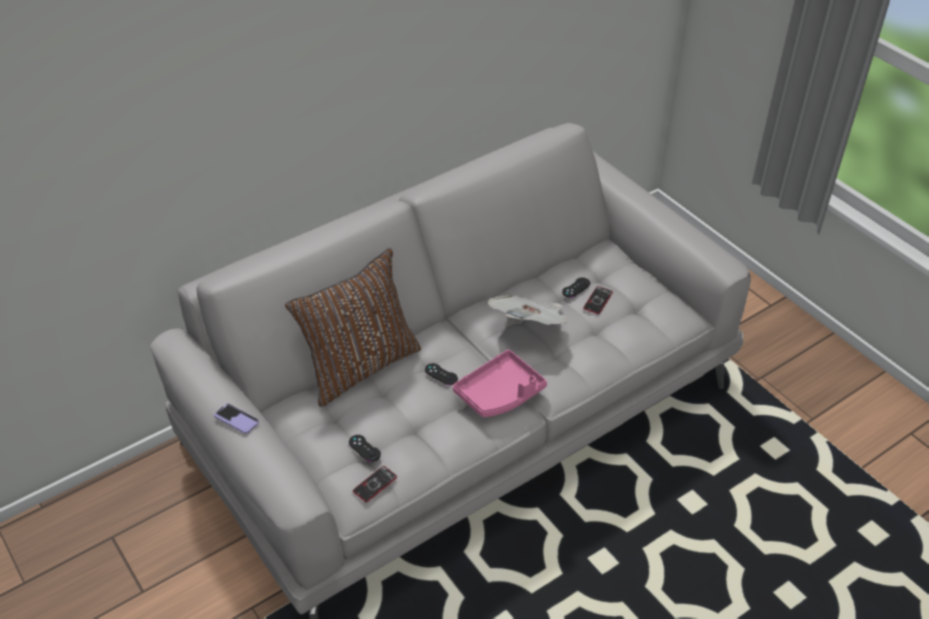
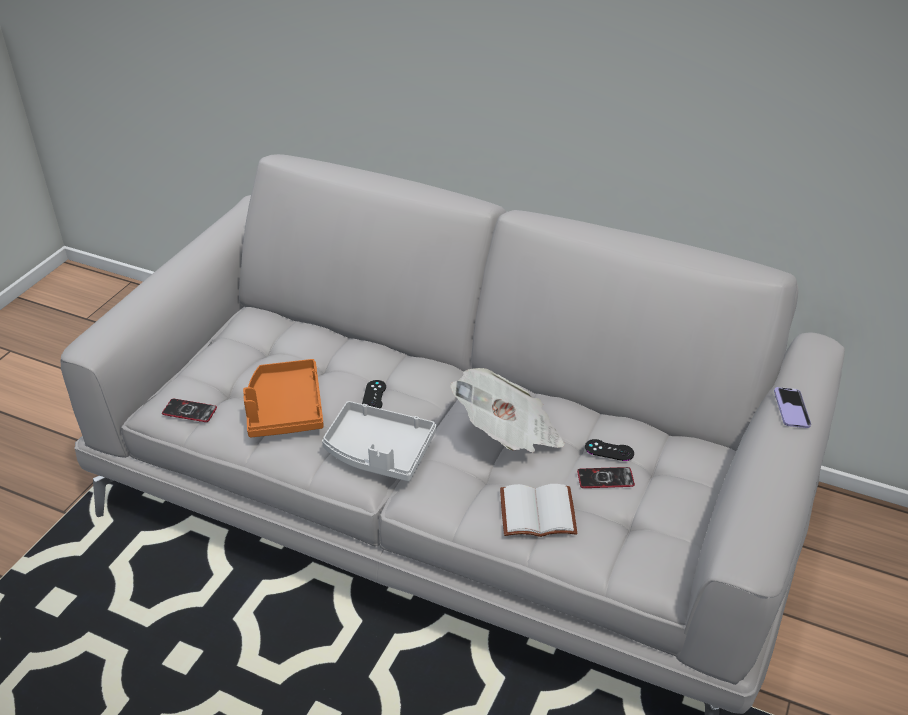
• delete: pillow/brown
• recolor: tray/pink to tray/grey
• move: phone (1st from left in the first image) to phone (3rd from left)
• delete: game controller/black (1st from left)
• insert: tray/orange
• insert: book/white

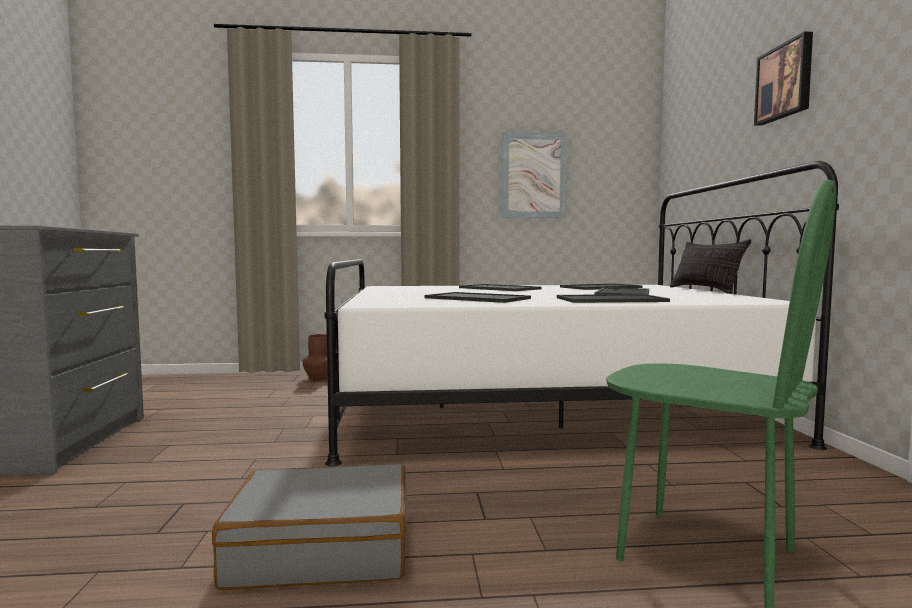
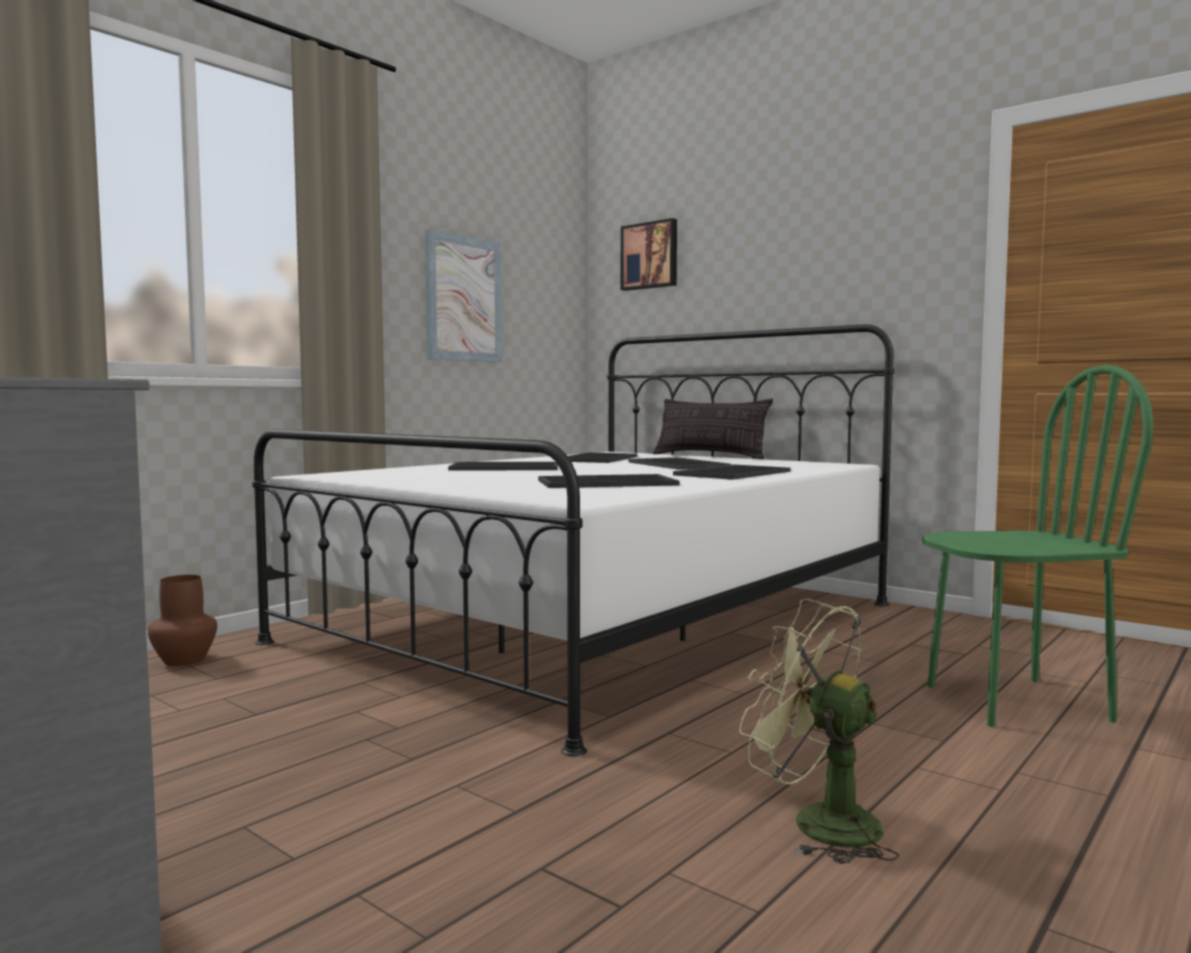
• move: picture (2nd from left)
• replace: suitcase/grey to fan/green

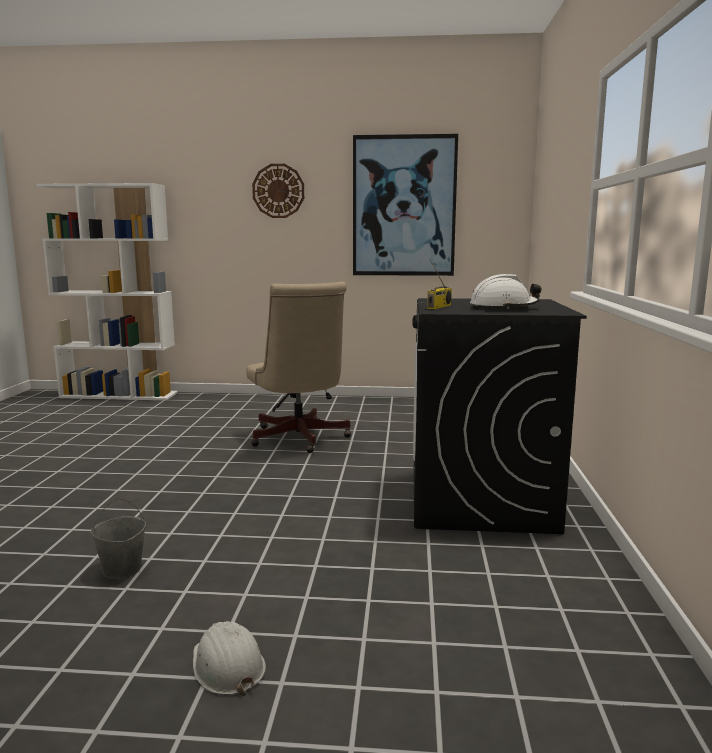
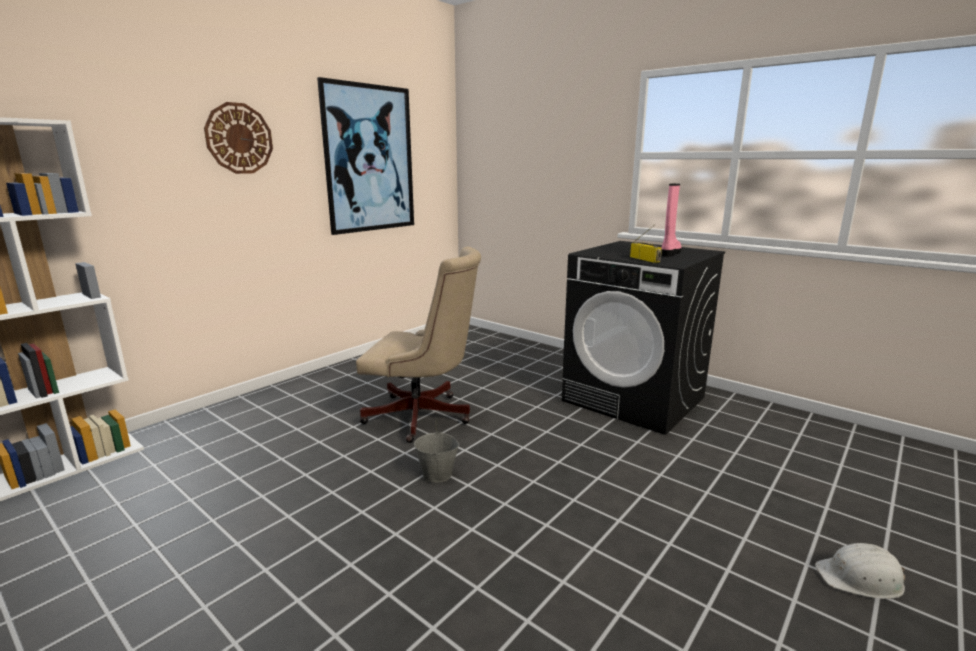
• replace: hard hat/white (2nd from left) to boot/pink
• move: bucket/grey

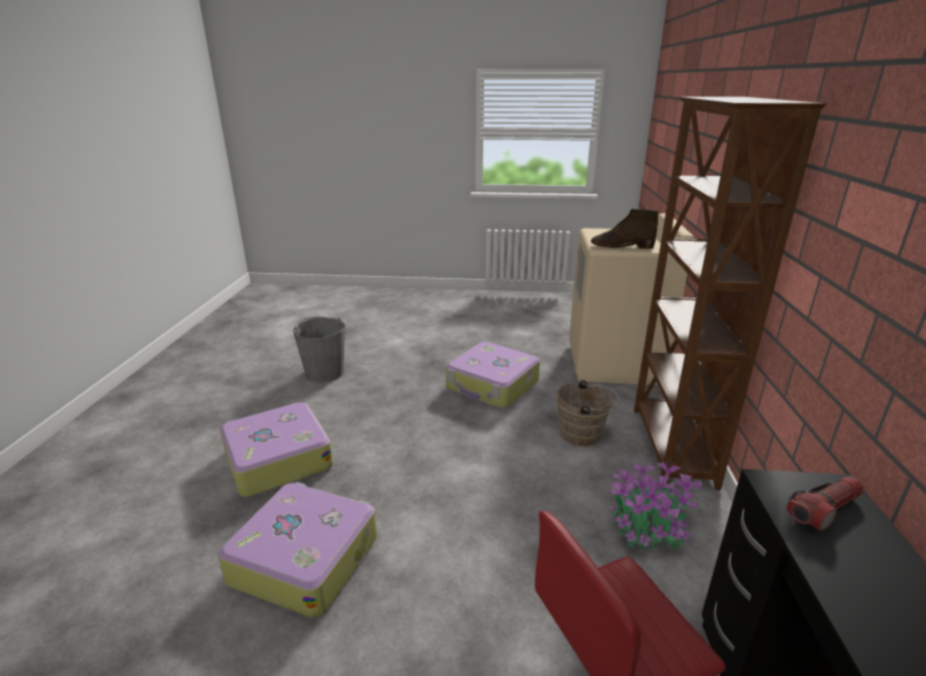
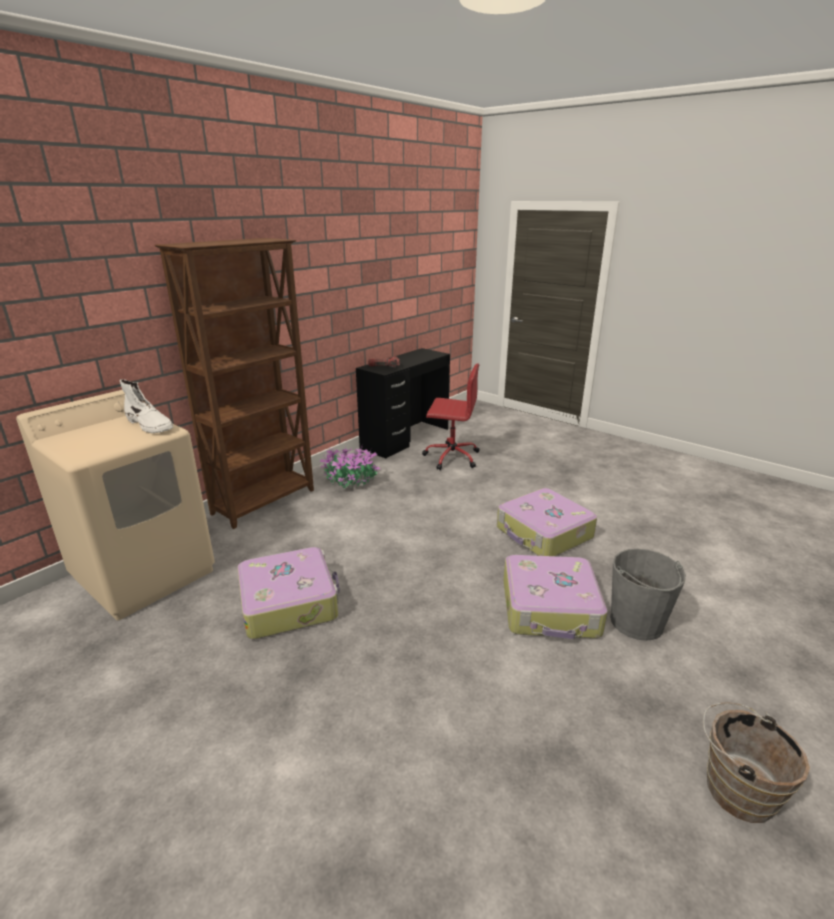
• recolor: boot/brown to boot/white
• move: bucket/grey
• move: bucket/brown

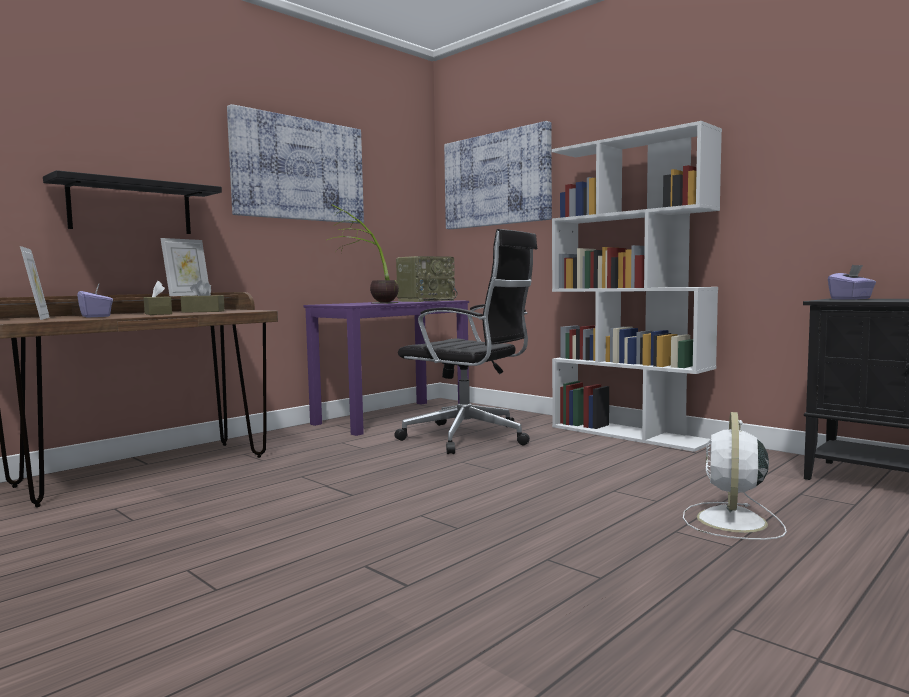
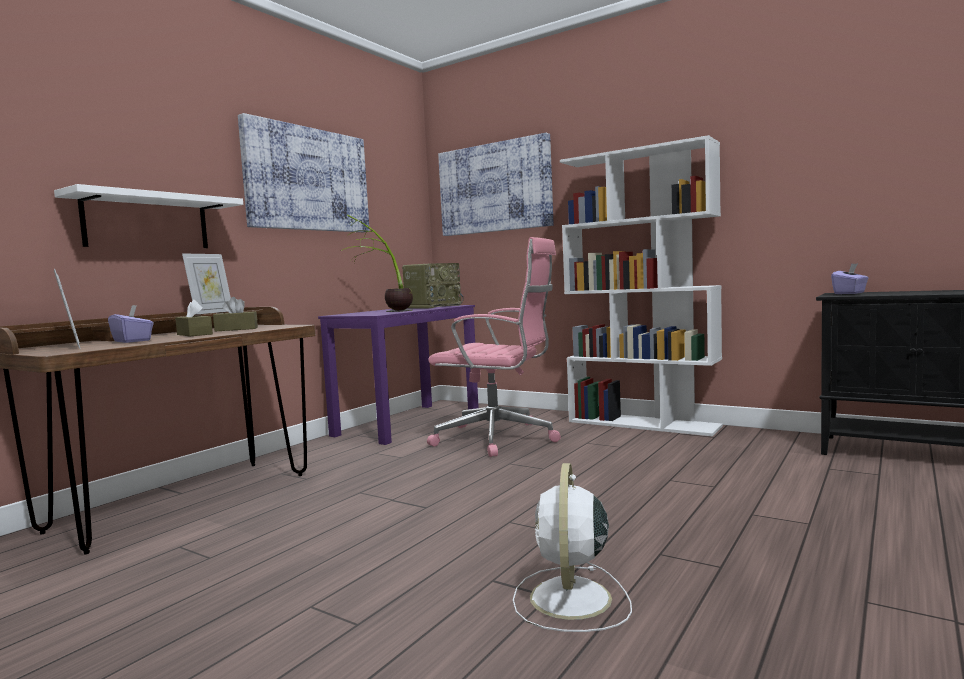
• recolor: shelf/black to shelf/white
• recolor: office chair/black to office chair/pink
• move: fan/white

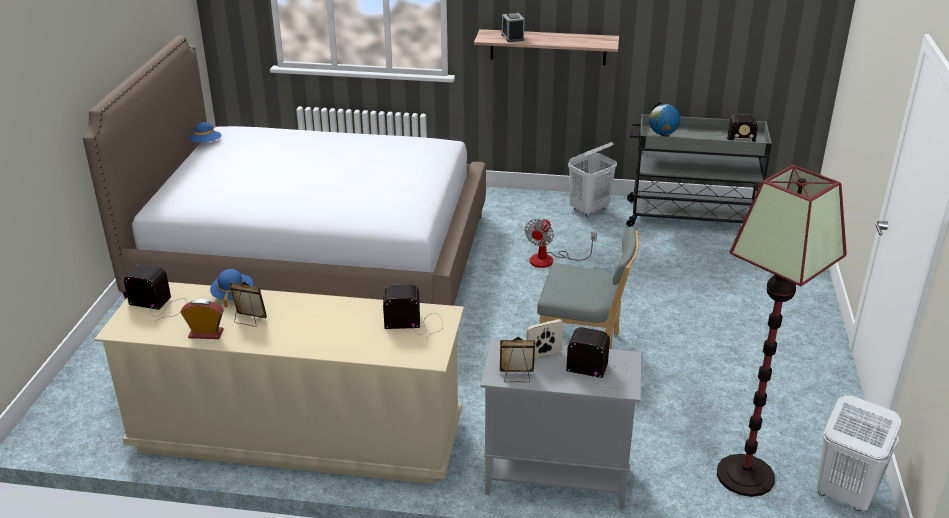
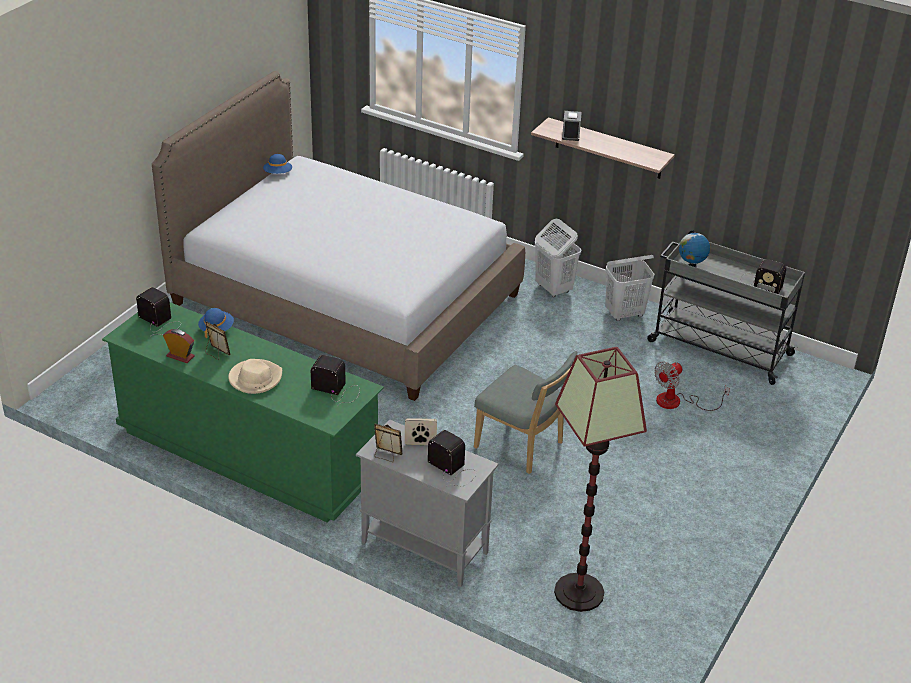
• move: fan
• recolor: dresser/beige to dresser/green
• move: laundry basket/white (2nd from left in the first image) to laundry basket/white (1st from left)
• insert: hat/beige

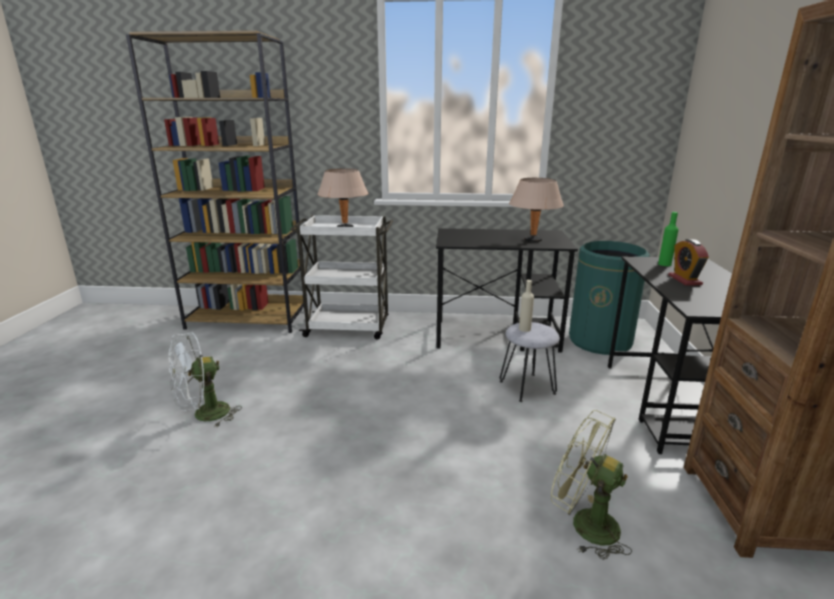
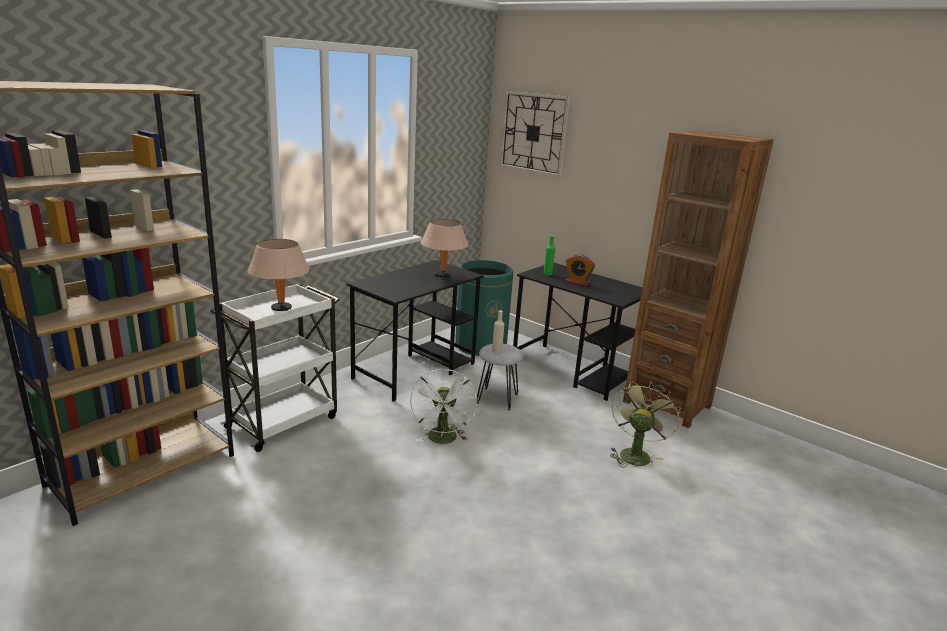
• move: fan/white
• rotate: fan/green 135 degrees clockwise
• insert: wall clock

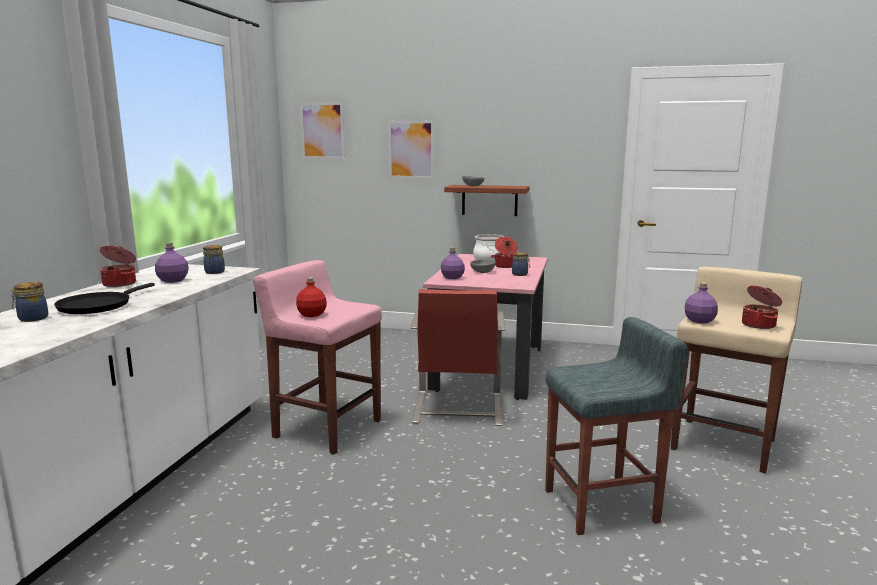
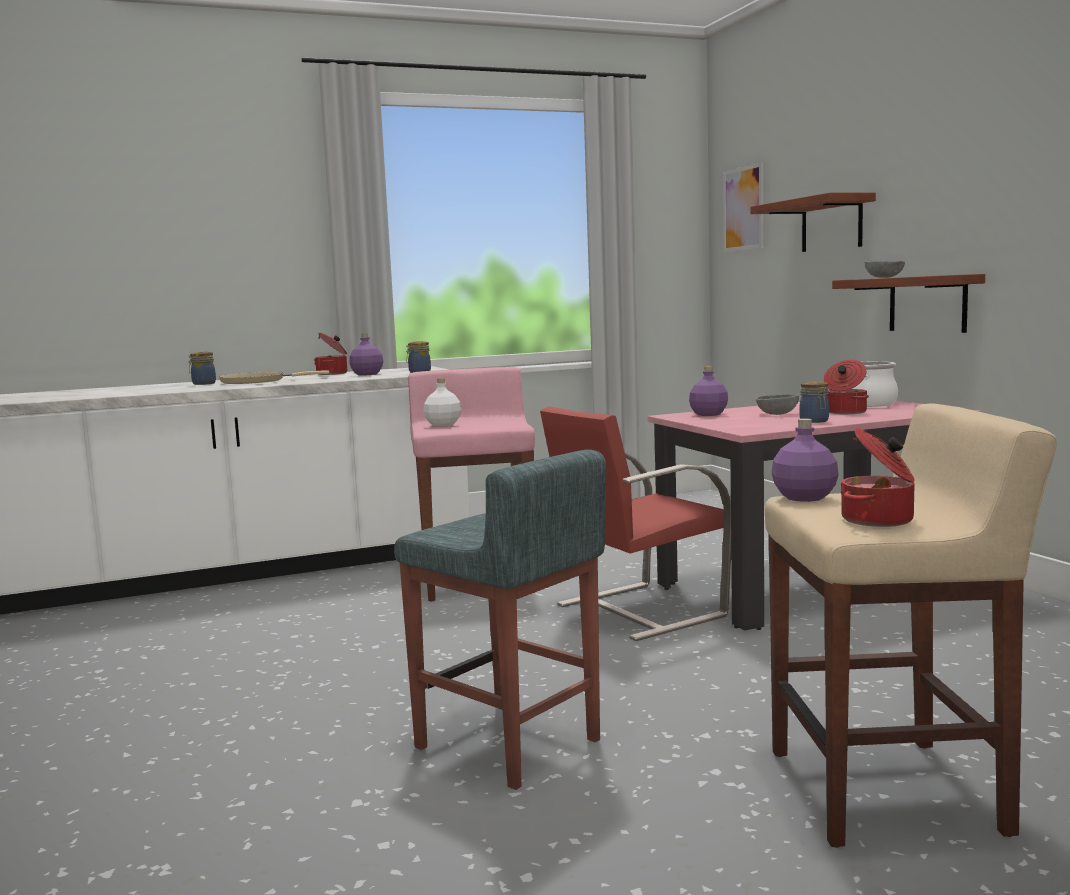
• replace: picture (2nd from left) to shelf (1st from left)
• recolor: bottle/red to bottle/white
• recolor: frying pan/black to frying pan/beige

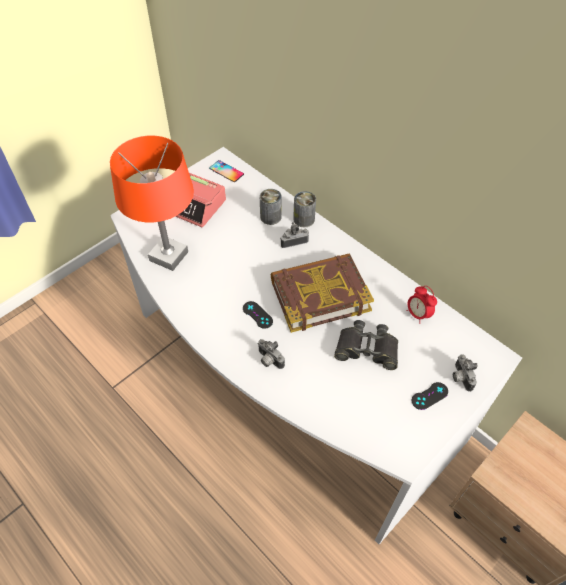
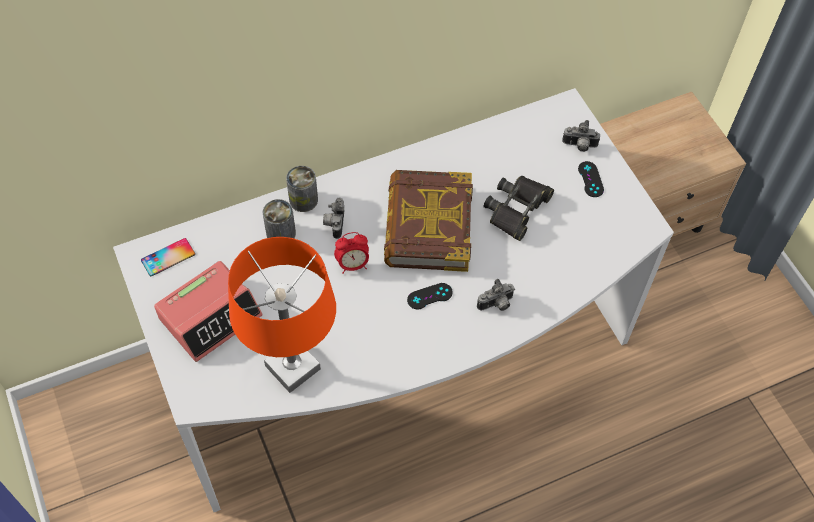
• move: alarm clock (2nd from left)

